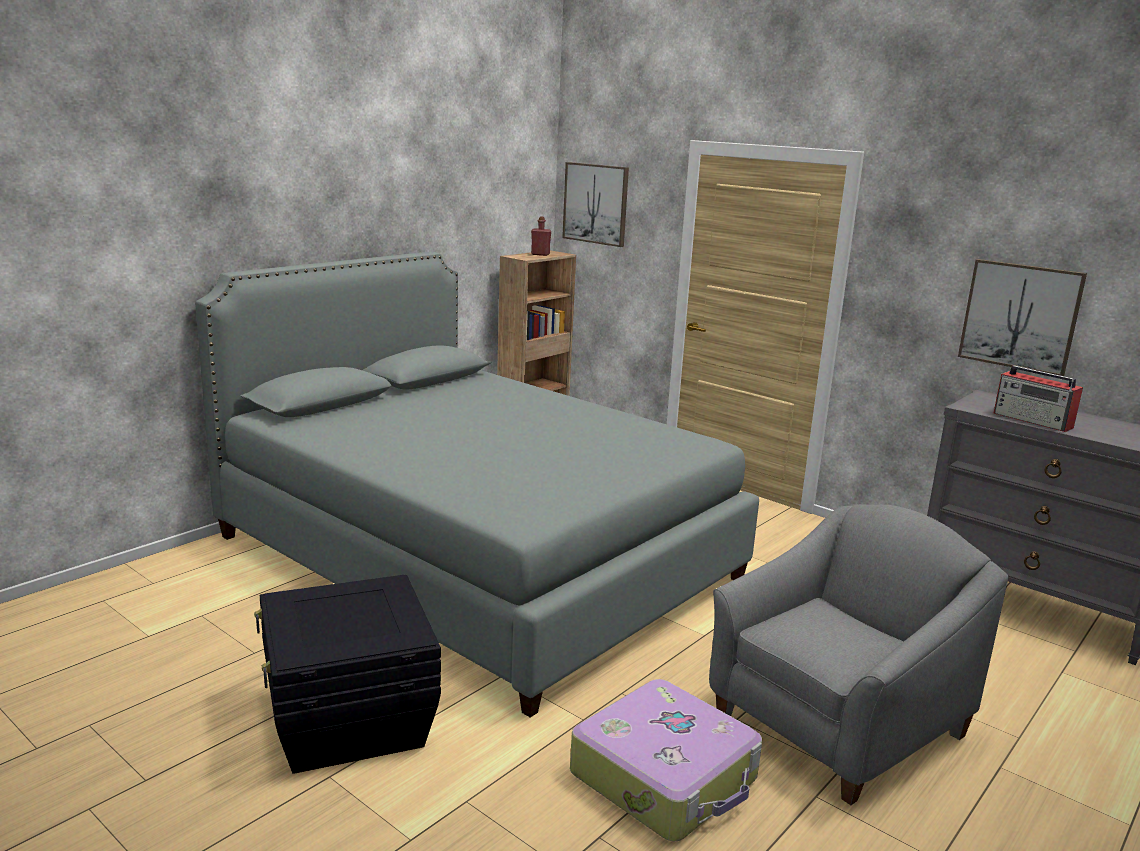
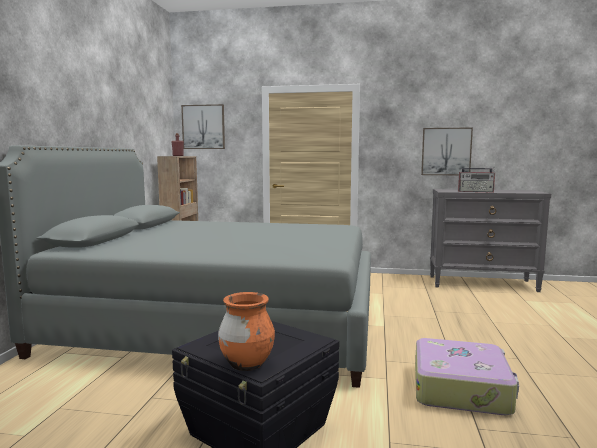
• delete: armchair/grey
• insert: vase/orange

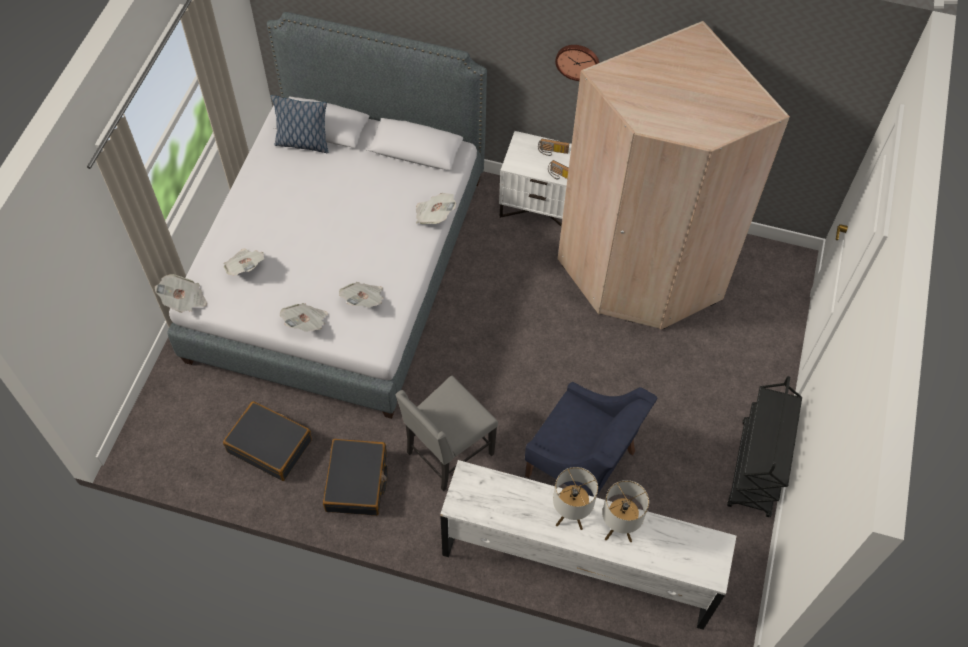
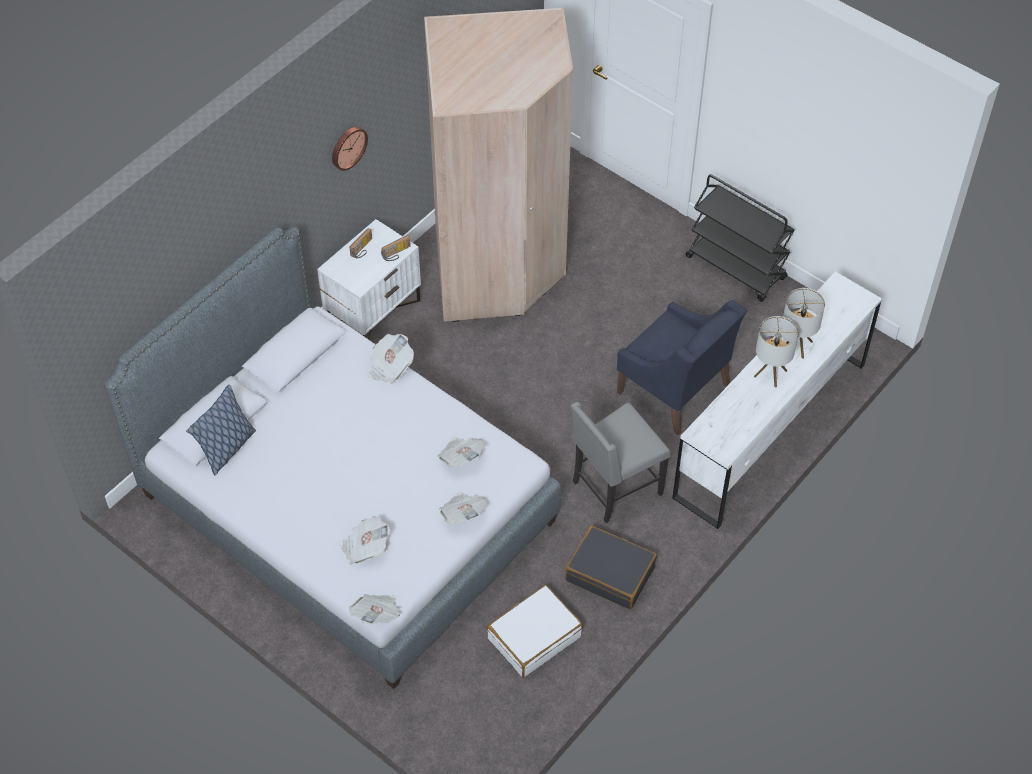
• rotate: chair/grey 75 degrees clockwise
• rotate: armchair/blue 75 degrees clockwise
• recolor: suitcase/black (1st from left) to suitcase/white

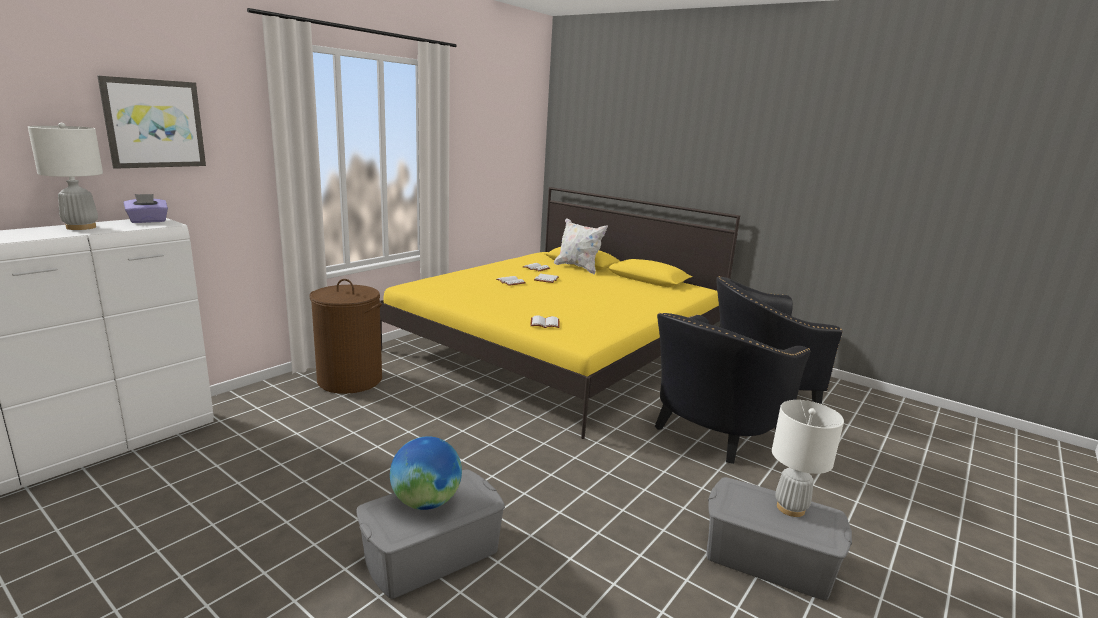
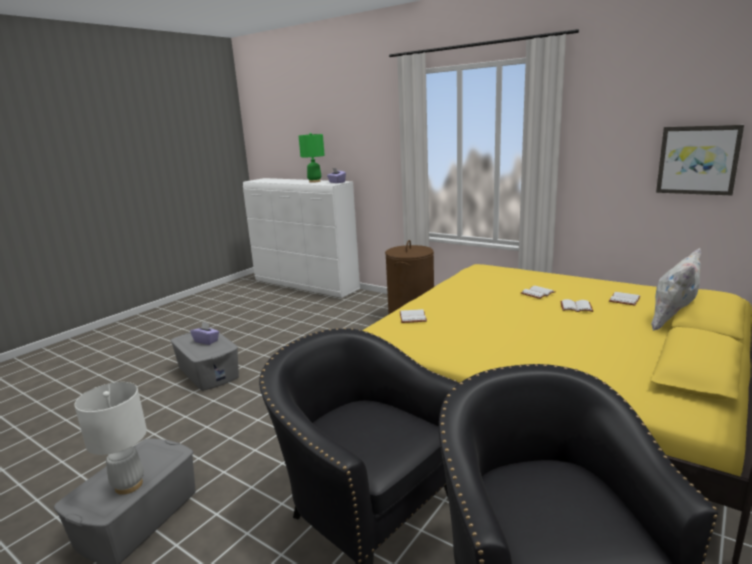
• move: picture
• recolor: table lamp/white (1st from left) to table lamp/green
• replace: globe to tissue box/purple (1st from left)

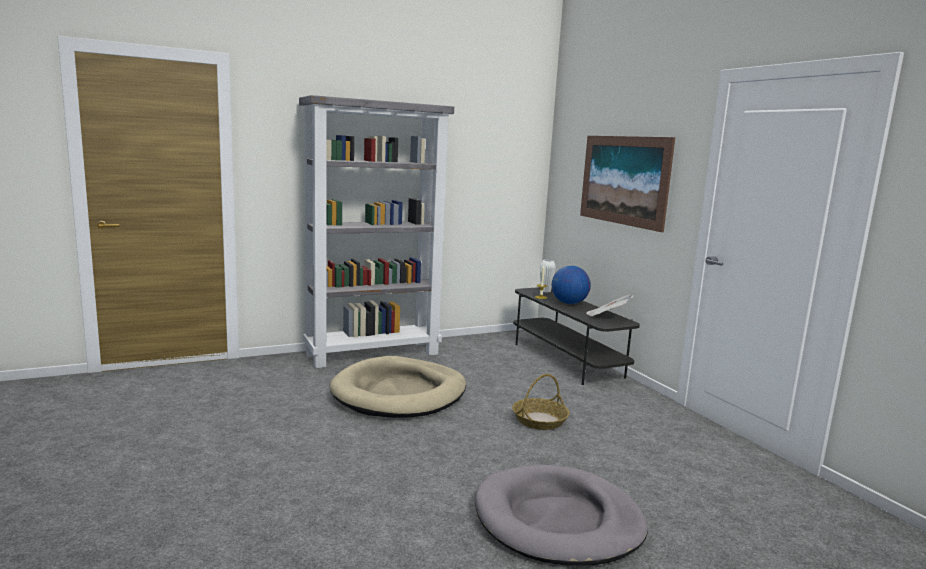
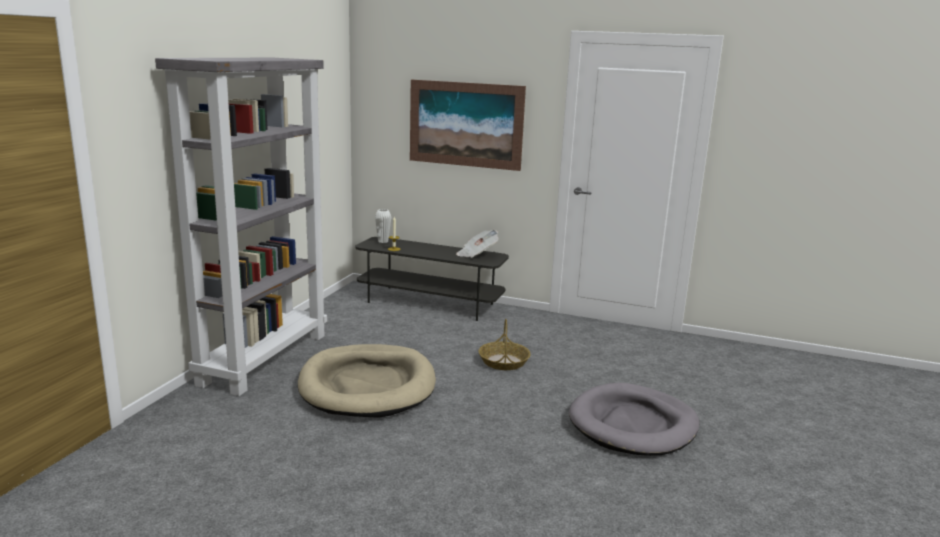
• delete: globe

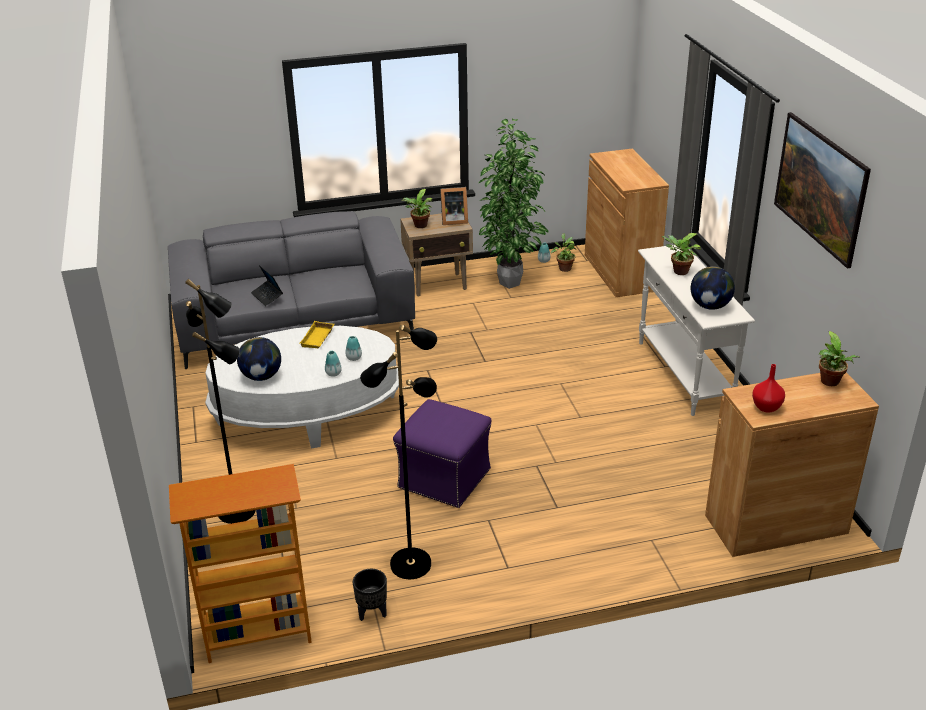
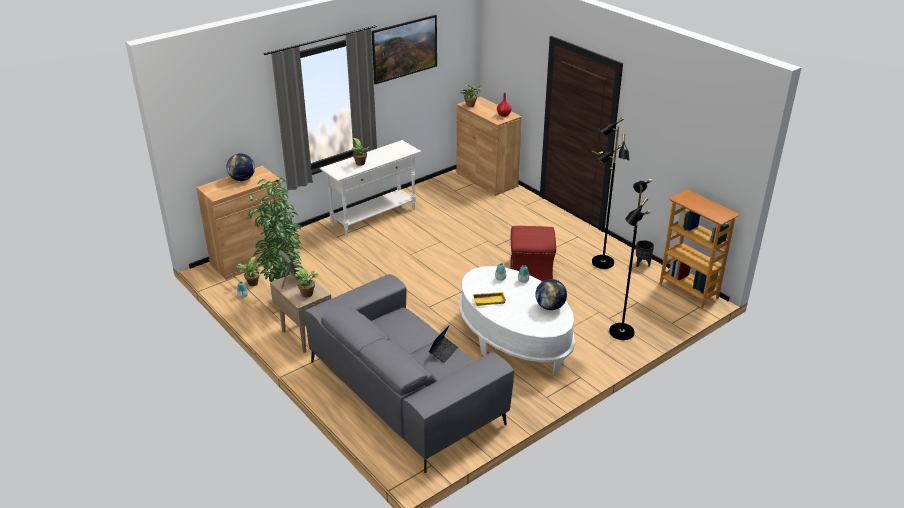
• move: globe (2nd from left in the first image) to globe (1st from left)
• recolor: ottoman/purple to ottoman/red

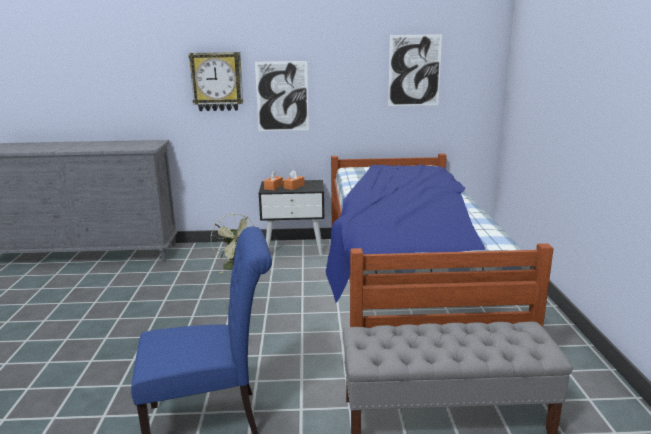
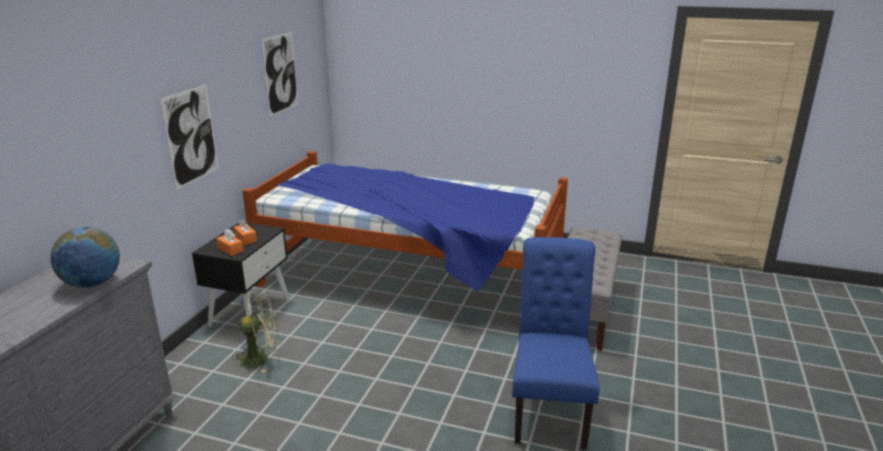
• delete: wall clock
• insert: globe

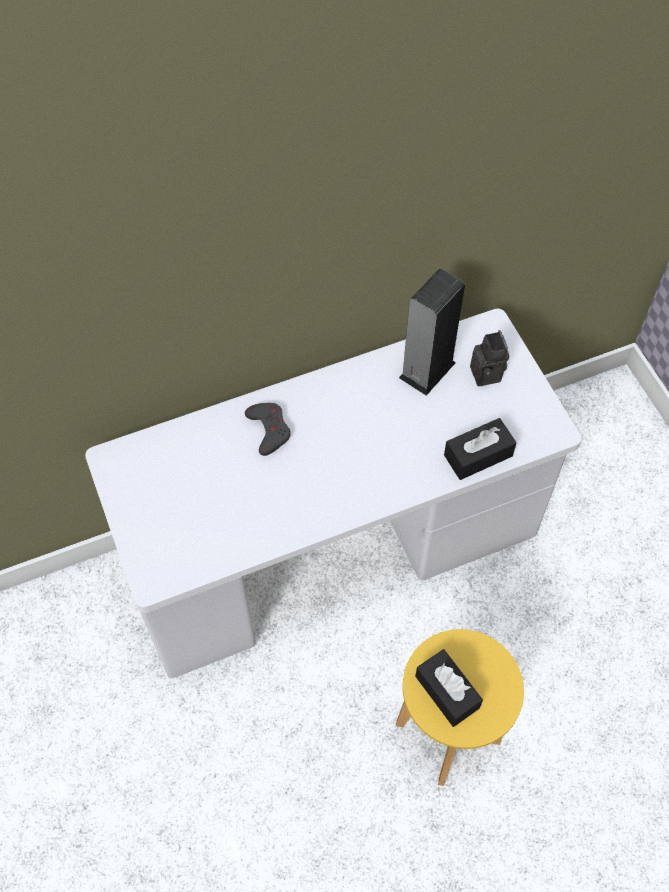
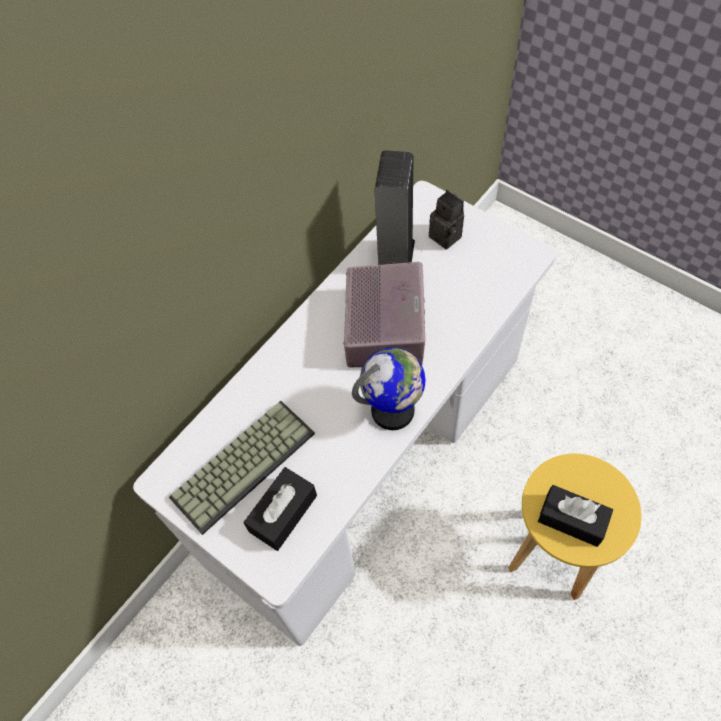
• delete: game controller/grey
• move: tissue box/black (2nd from left in the first image) to tissue box/black (1st from left)
• insert: radio
• insert: globe
• insert: keyboard

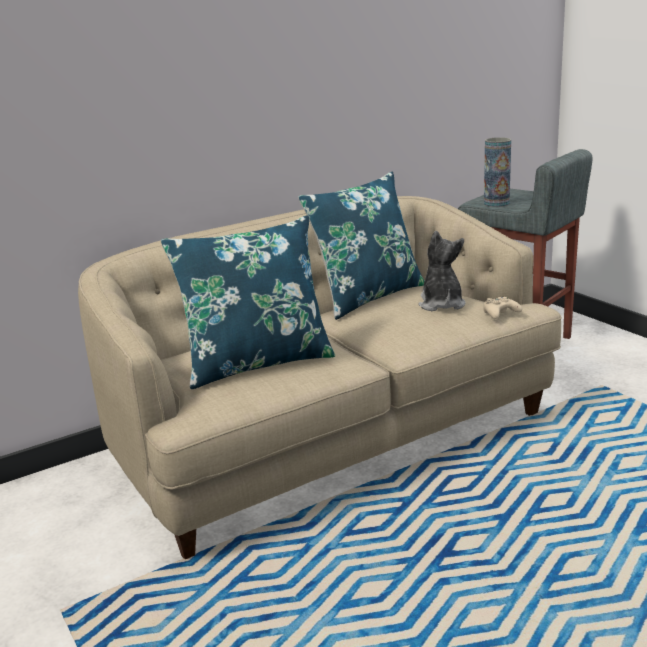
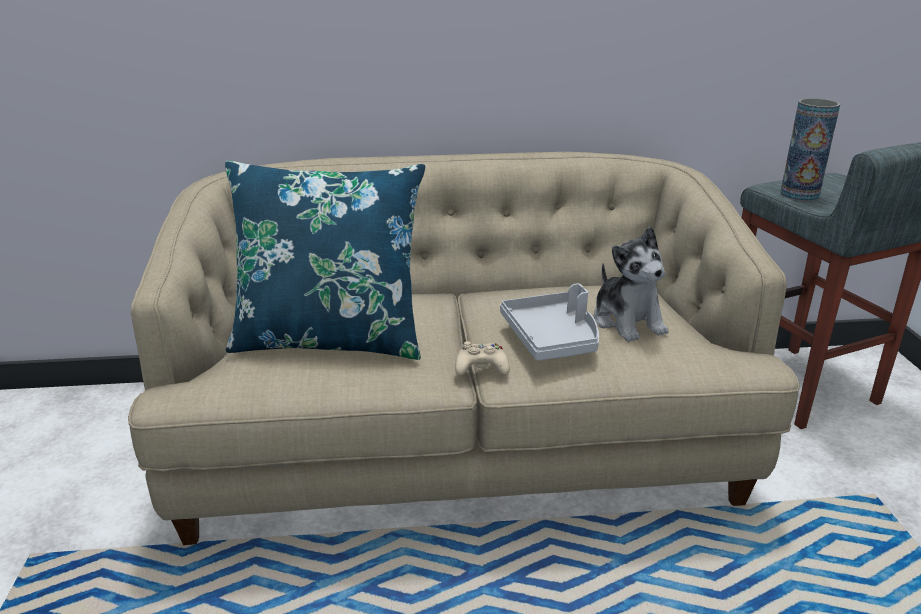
• delete: pillow/blue (2nd from left)
• rotate: plush toy 135 degrees clockwise
• move: game controller/beige
• insert: tray/grey

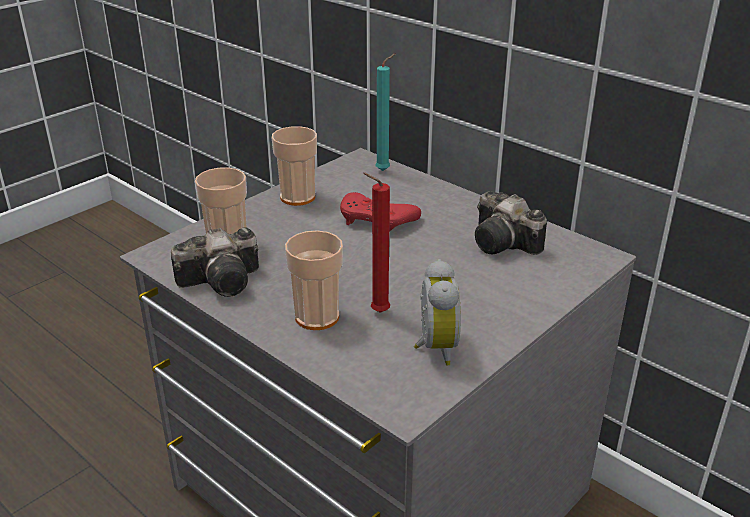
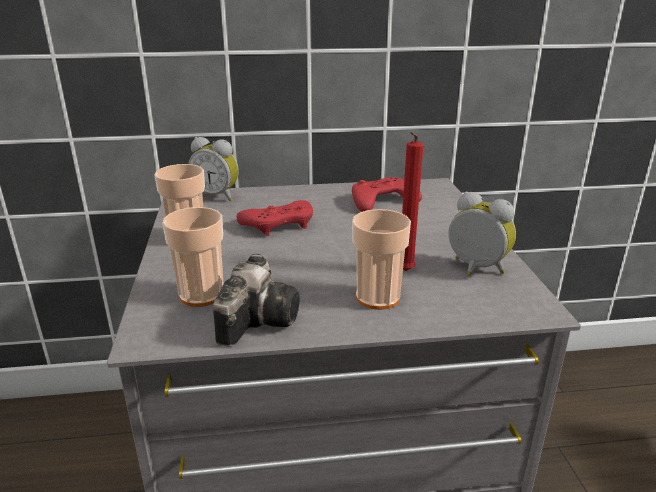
• replace: candle/turquoise to alarm clock (1st from left)
• replace: photo camera (2nd from left) to game controller/red (2nd from left)

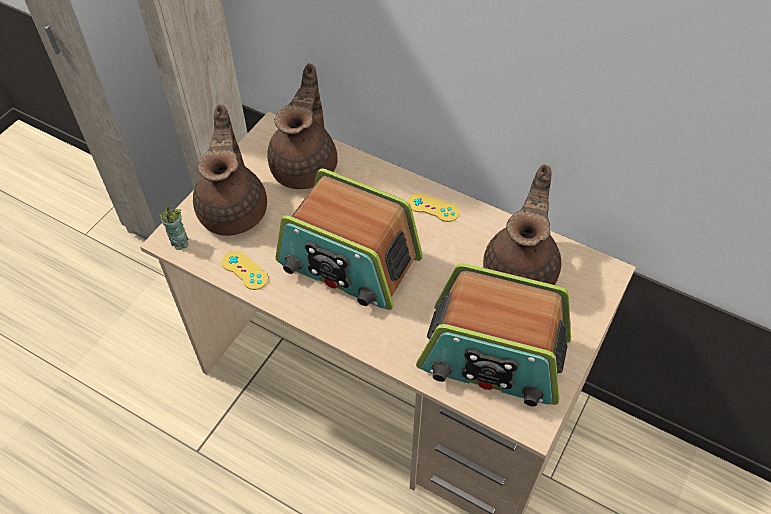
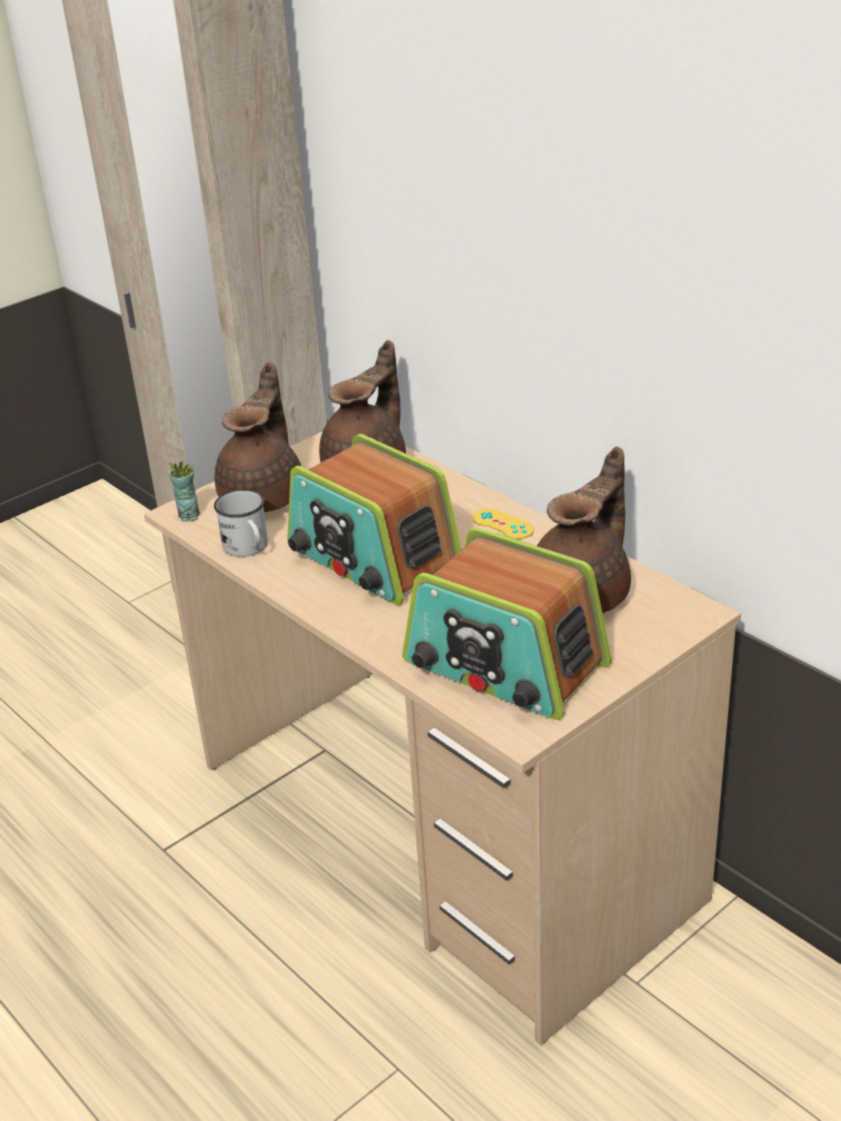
• replace: game controller/yellow (1st from left) to mug/white

